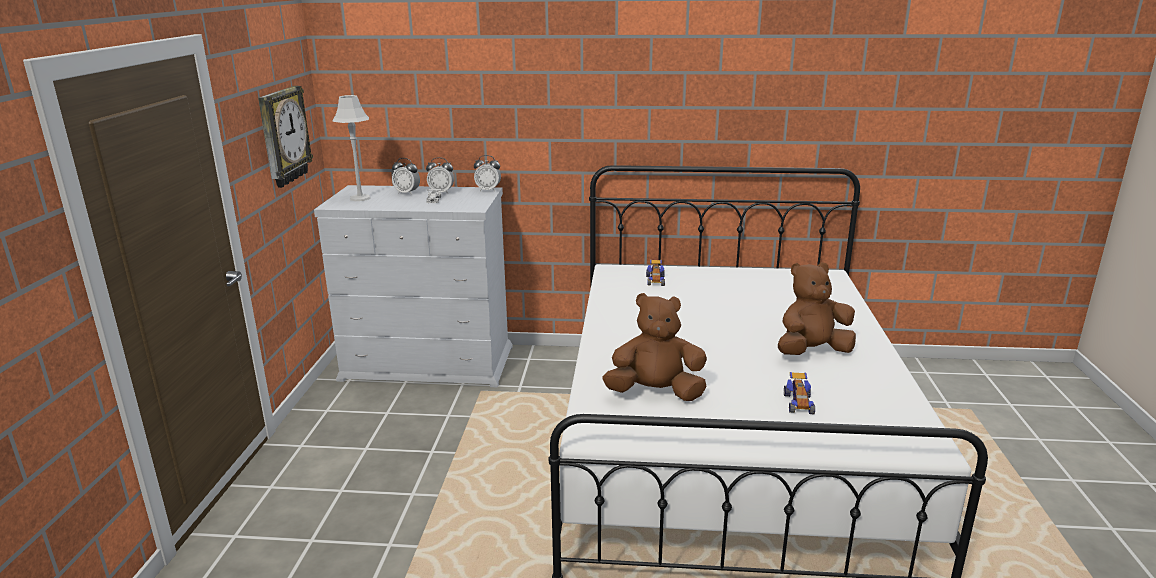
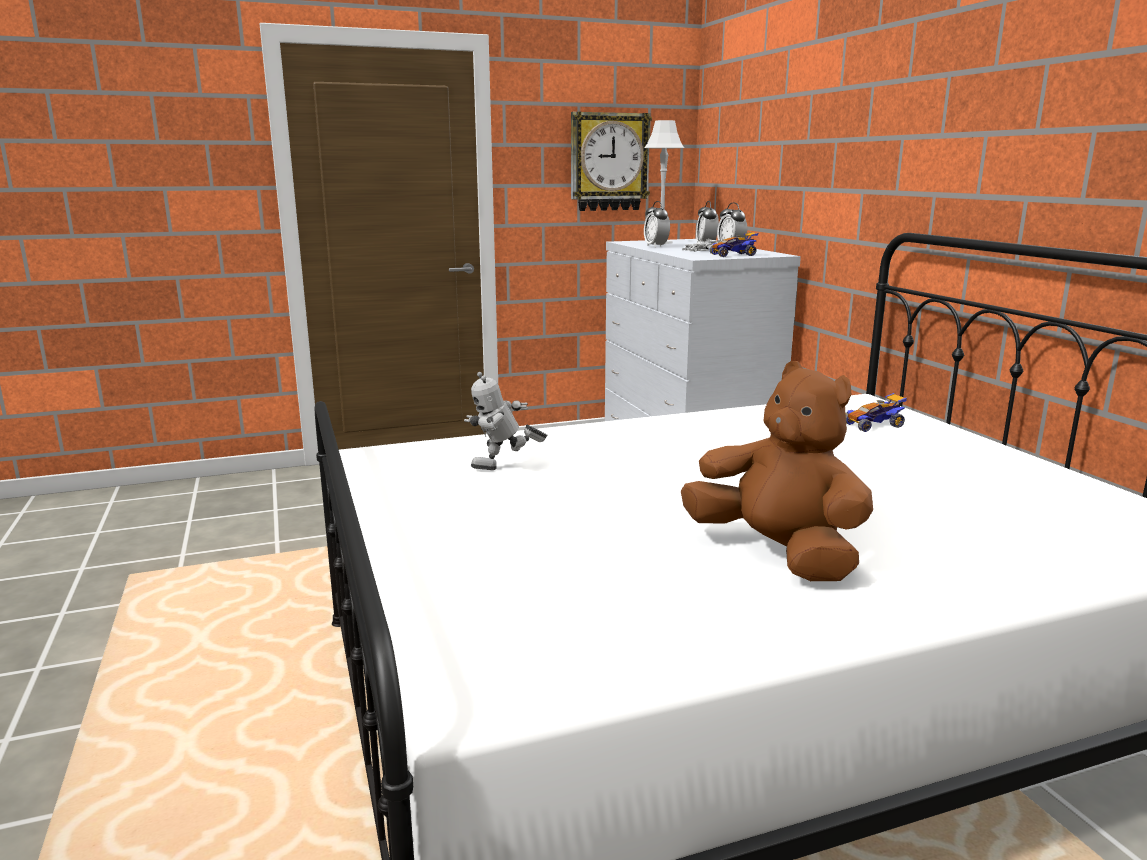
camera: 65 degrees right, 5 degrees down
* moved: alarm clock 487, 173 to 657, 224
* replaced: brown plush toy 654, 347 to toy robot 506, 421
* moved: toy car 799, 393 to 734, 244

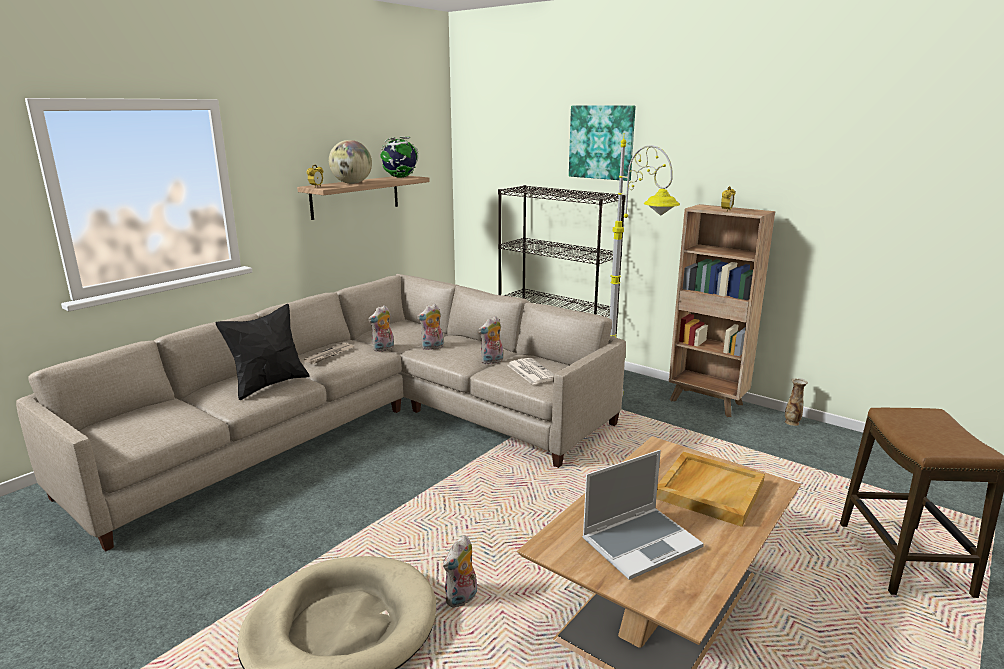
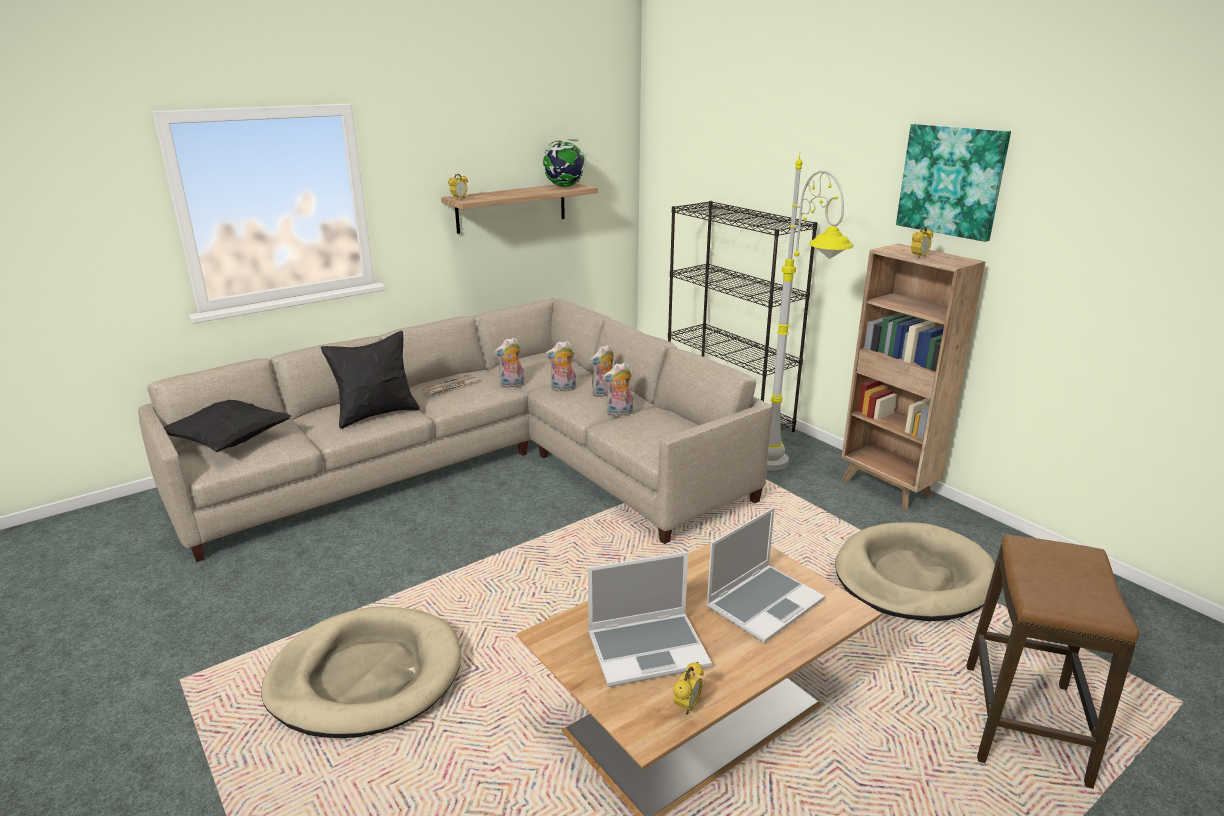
camera: 15 degrees right, 5 degrees up
* moved: picture 602, 143 to 953, 183
* removed: globe 350, 162
* removed: newspaper 530, 371
* removed: vase 796, 402
* replaced: beige tray 710, 489 to laptop 765, 575
* moved: plush toy 460, 571 to 602, 370
* added: black pillow 227, 426
* added: beige dog bed 915, 571
* added: alarm clock 688, 688

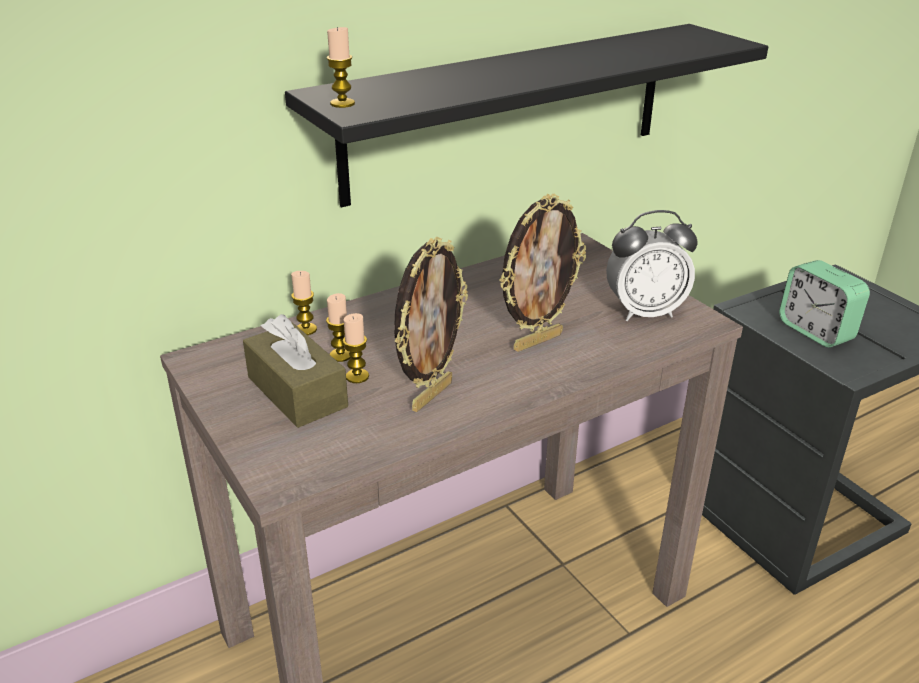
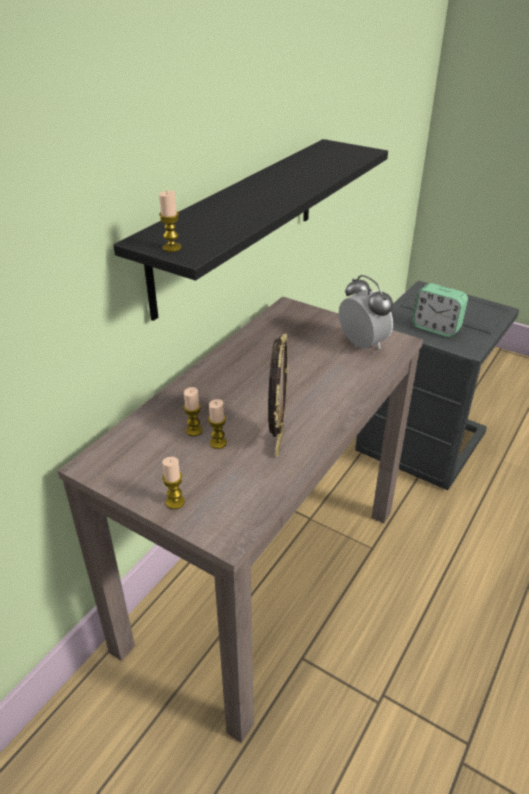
camera: 25 degrees left, 5 degrees up
* removed: picture frame 542, 273
* turned: alarm clock 652, 265 = 366, 312 90 degrees counterclockwise
* moved: candle 304, 303 to 173, 483
* removed: brown tissue box 295, 371

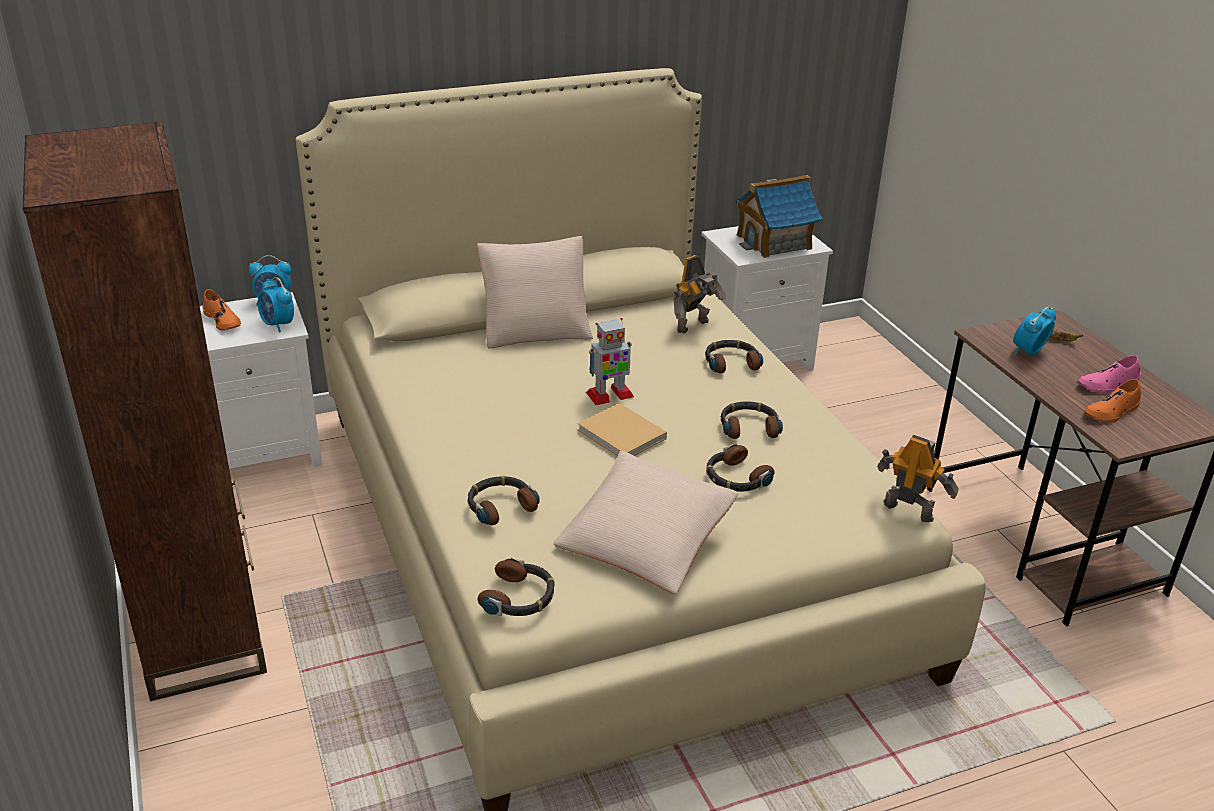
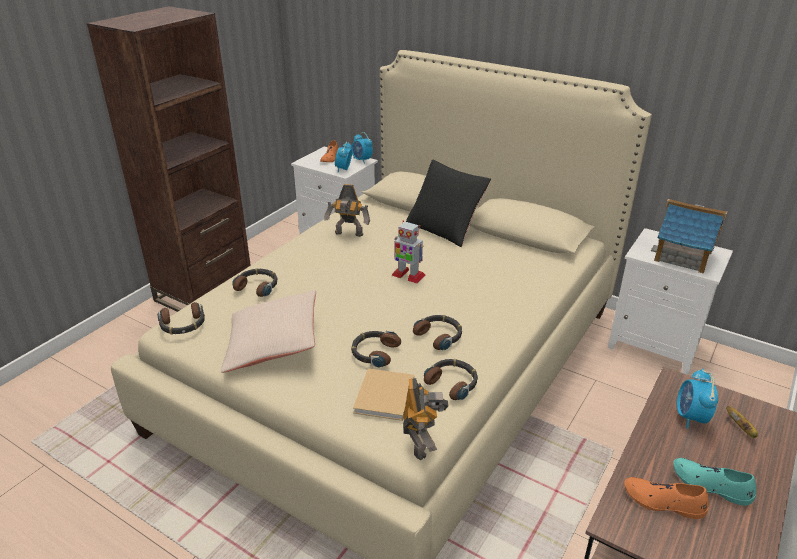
camera: 55 degrees right, 0 degrees up
* recoloured: beige pillow 535, 292 to black pillow 448, 203
* moved: toy robot 700, 294 to 347, 210
* turned: alarm clock 1034, 331 = 697, 399 90 degrees counterclockwise
* moved: headphones 734, 356 to 451, 379
* recoloured: pink shoe 1109, 374 to turquoise shoe 714, 482
* moved: beige book 622, 429 to 383, 394

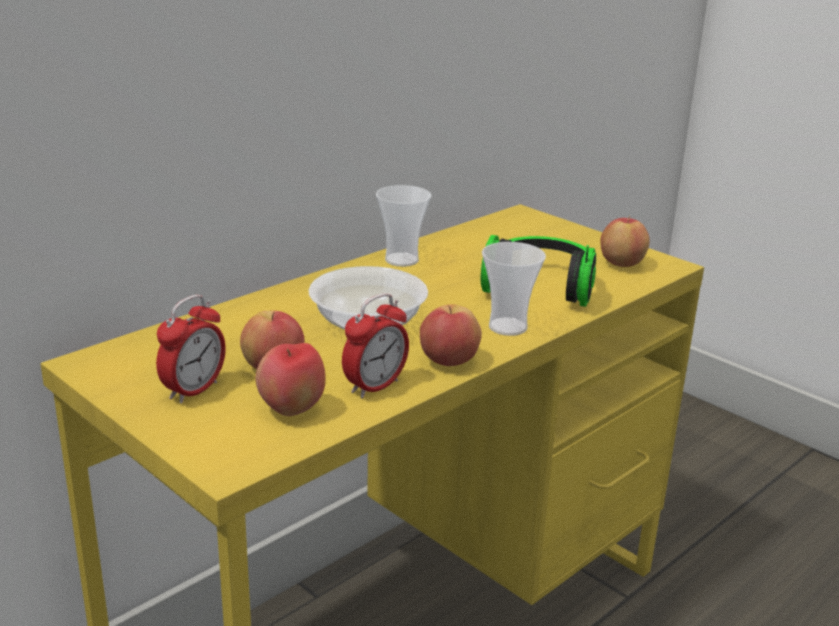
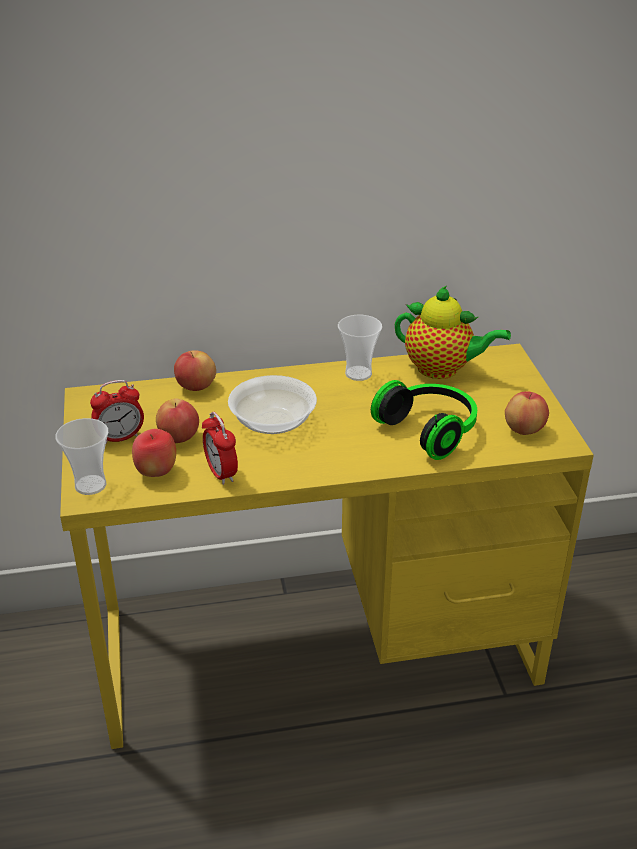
camera: 35 degrees right, 10 degrees up
* moved: cup 514, 289 to 81, 456
* turned: alarm clock 375, 345 = 220, 448 75 degrees clockwise
* moved: apple 451, 335 to 195, 370
* added: teapot 453, 332

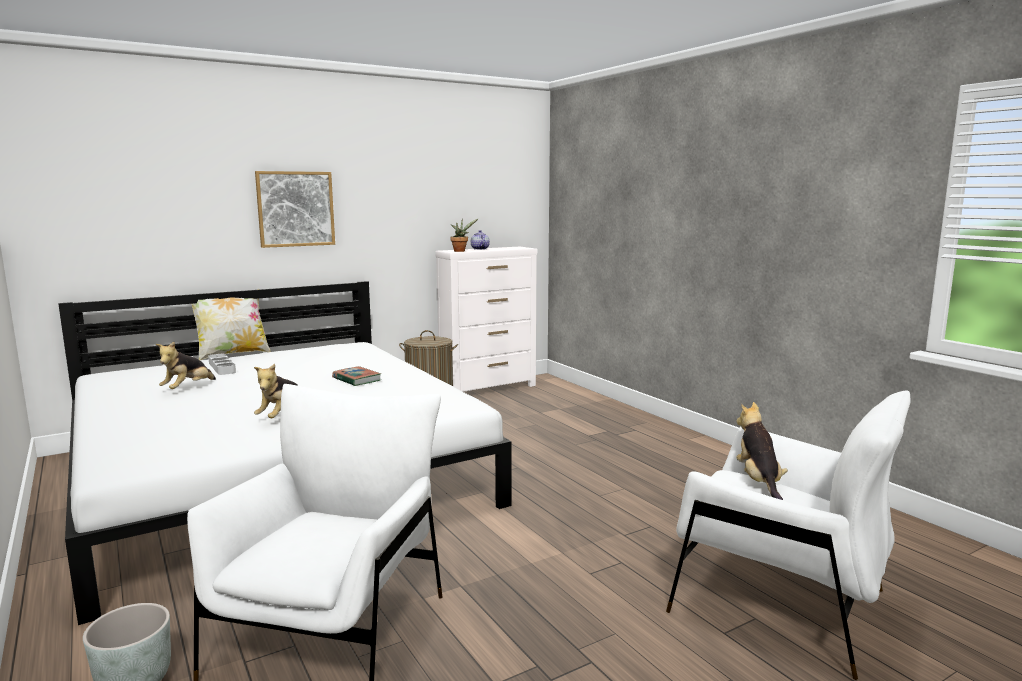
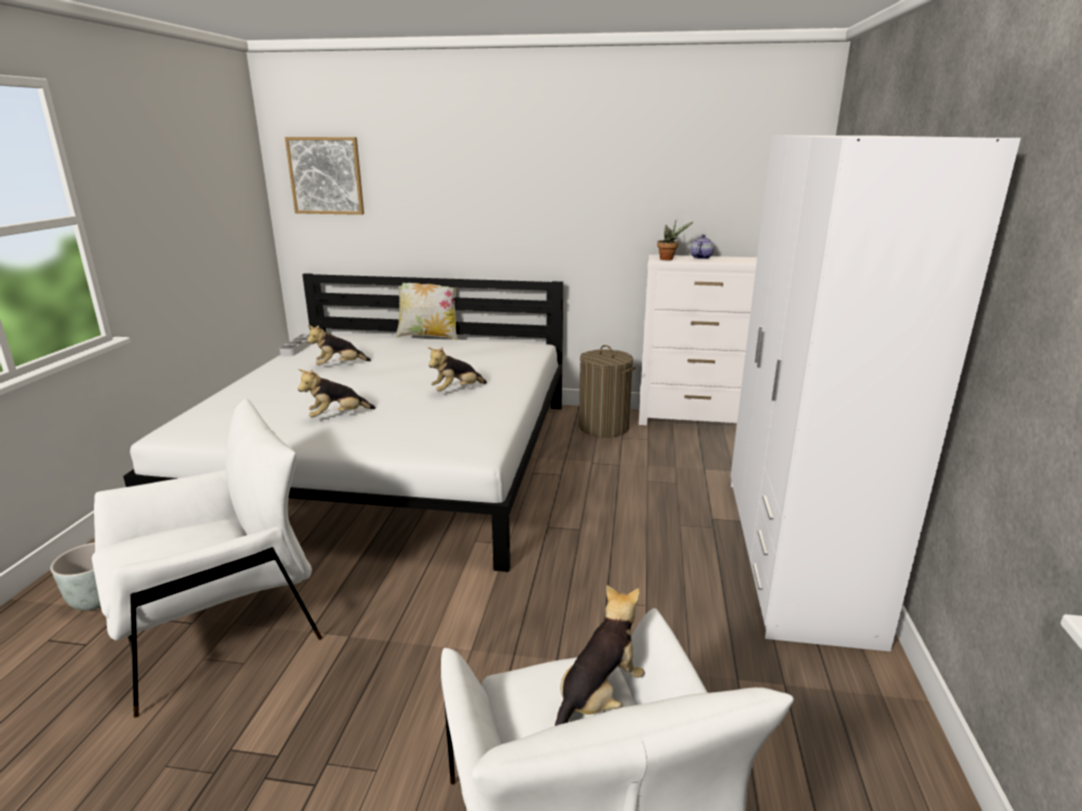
camera: 40 degrees right, 10 degrees up
* moved: picture 295, 209 to 324, 176
* moved: grey tray 222, 364 to 295, 344
* replaced: book 356, 376 to plush toy 457, 369
* added: white wardrobe 876, 393

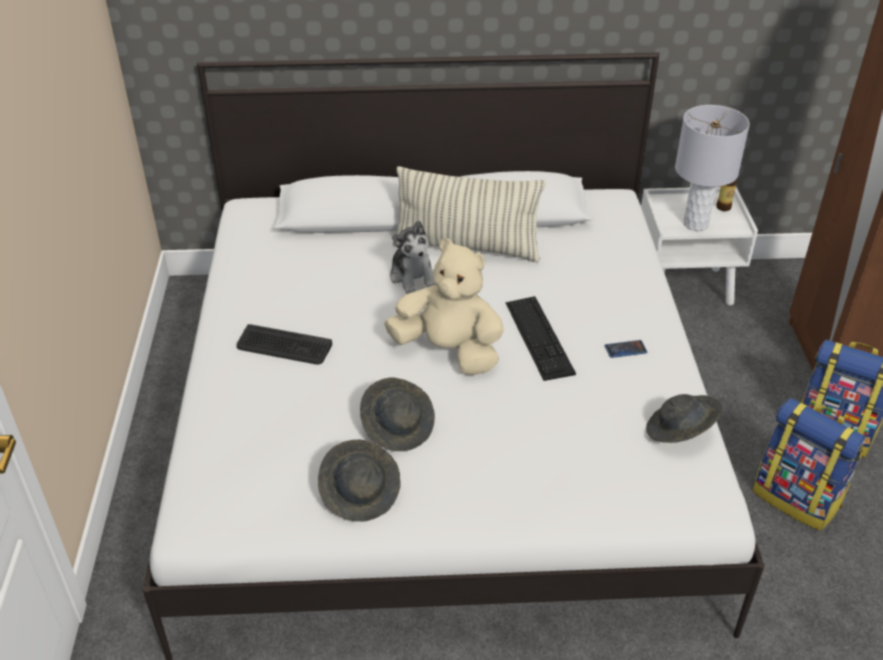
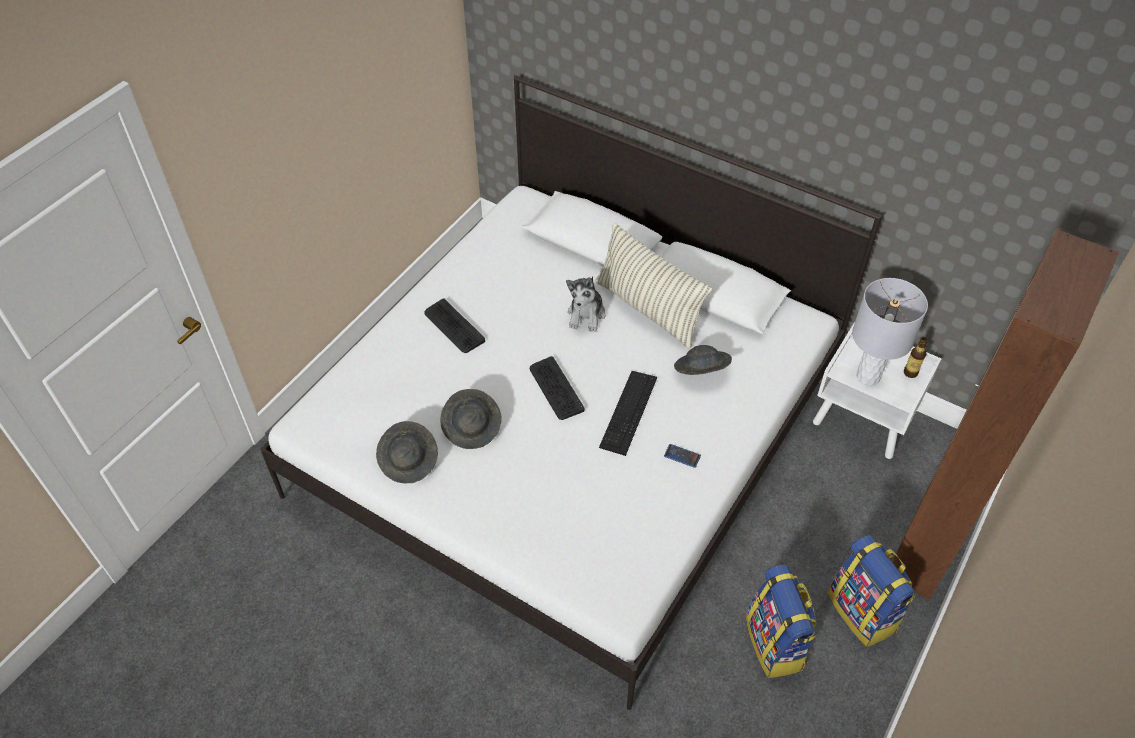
camera: 35 degrees right, 10 degrees up
* replaced: beige plush toy 444, 306 to keyboard 557, 388
* moved: grey hat 684, 418 to 703, 360

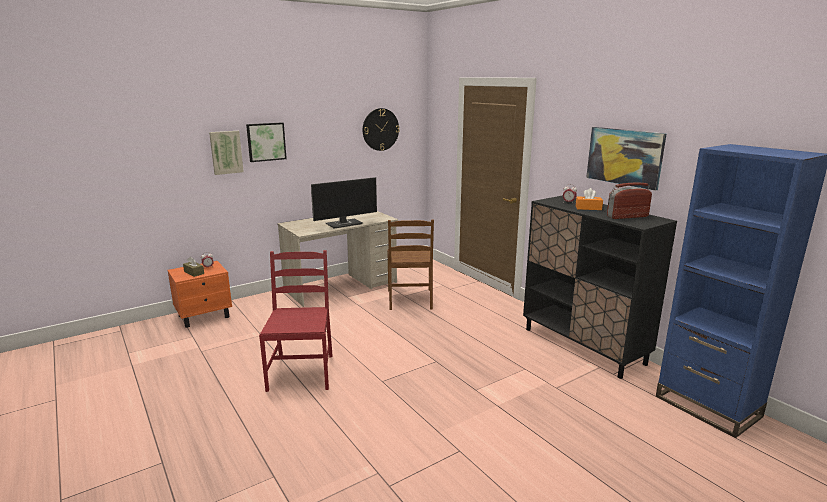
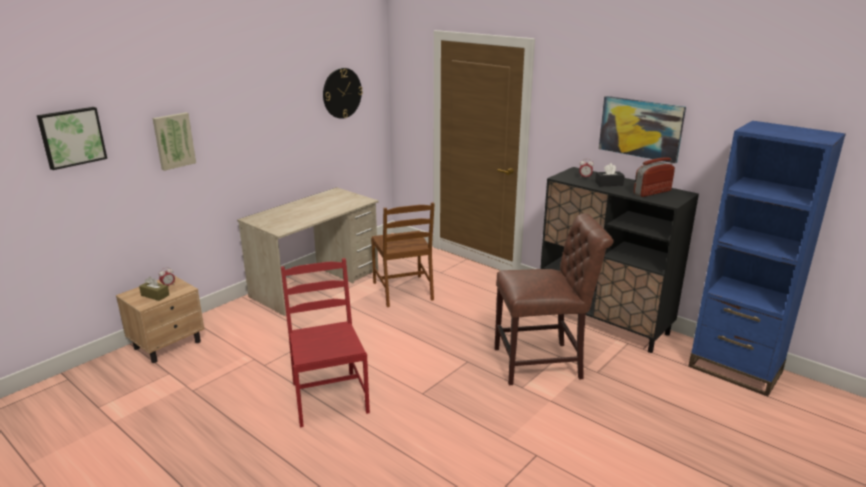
camera: 15 degrees left, 5 degrees up
* moved: picture 266, 142 to 72, 138
* removed: monitor 344, 203
* recoloured: orange tissue box 589, 199 to black tissue box 610, 174
* recoloured: orange nightstand 199, 294 to beige nightstand 160, 319
* added: brown chair 554, 299

